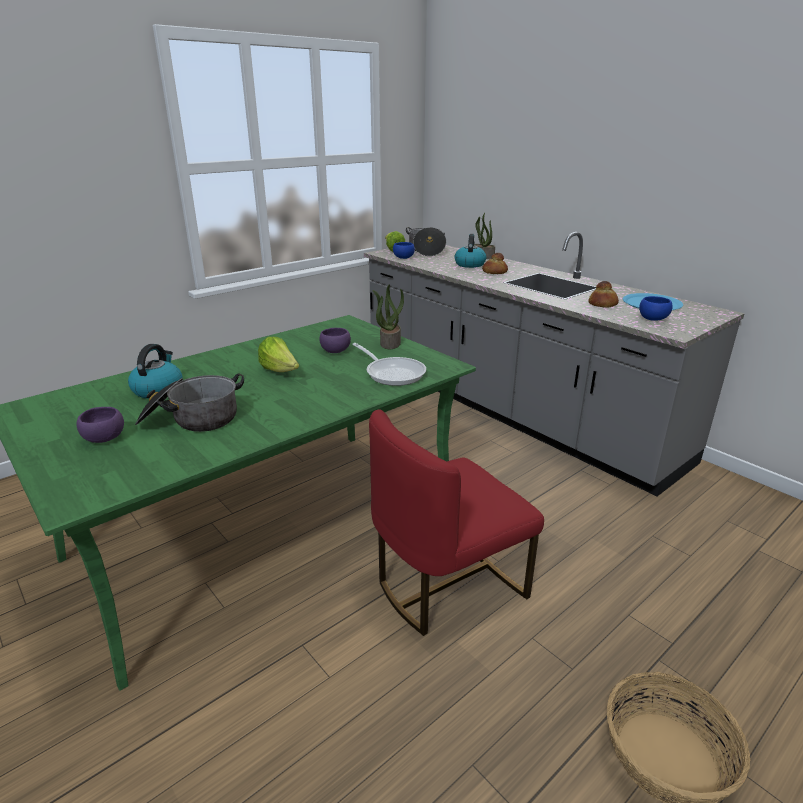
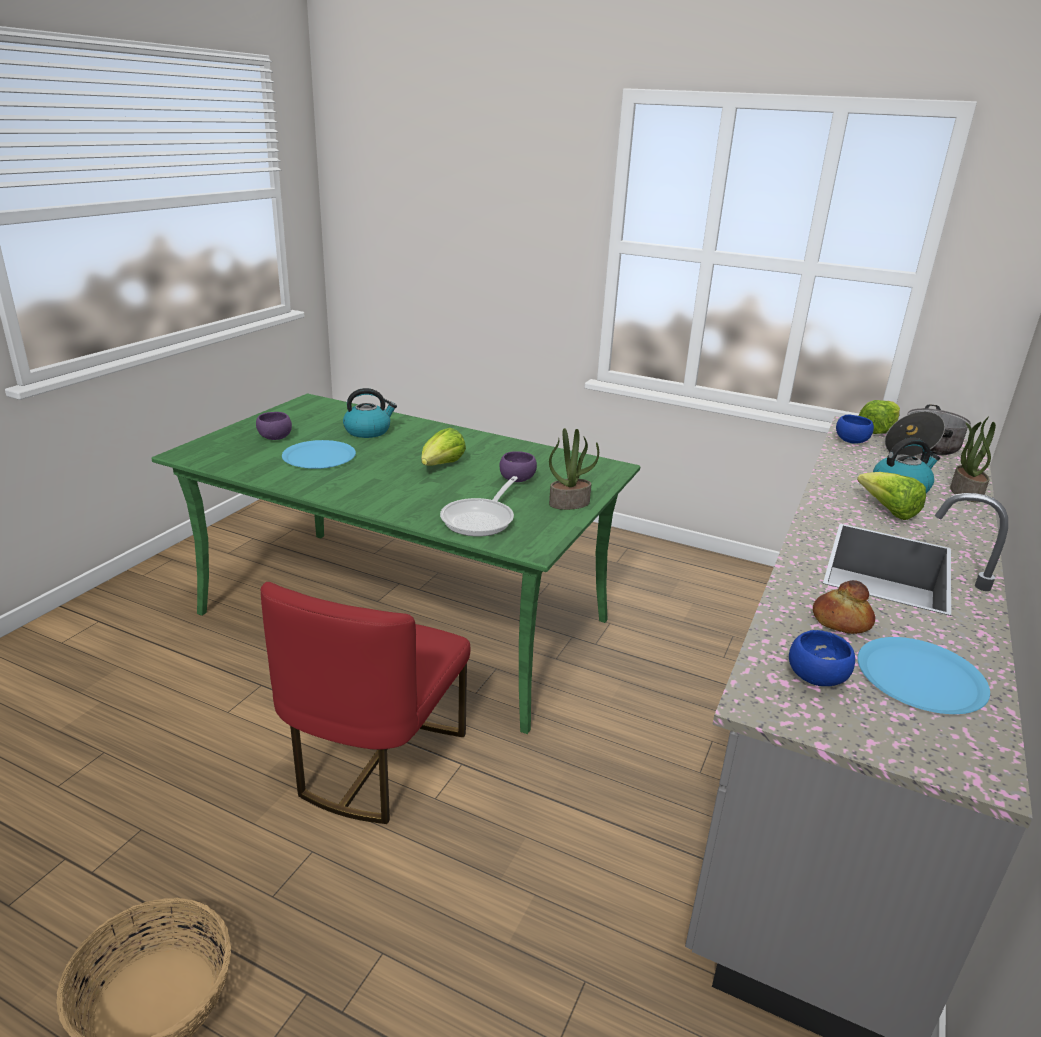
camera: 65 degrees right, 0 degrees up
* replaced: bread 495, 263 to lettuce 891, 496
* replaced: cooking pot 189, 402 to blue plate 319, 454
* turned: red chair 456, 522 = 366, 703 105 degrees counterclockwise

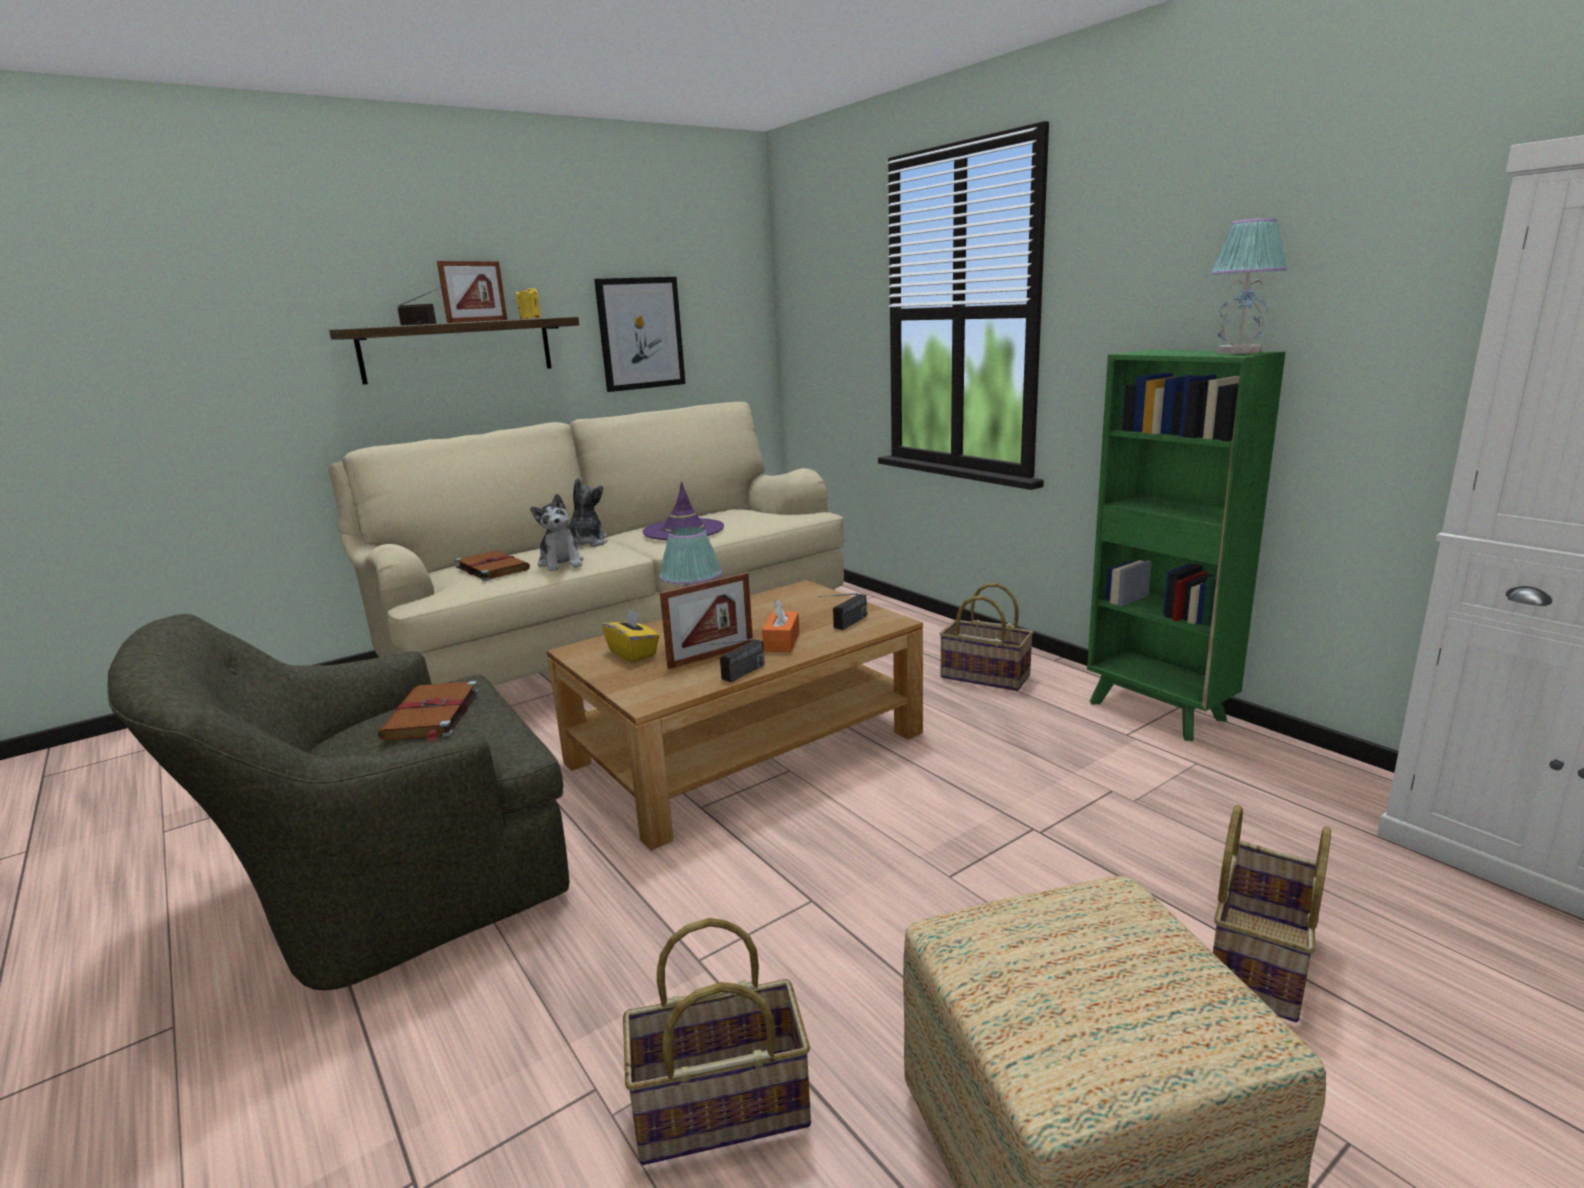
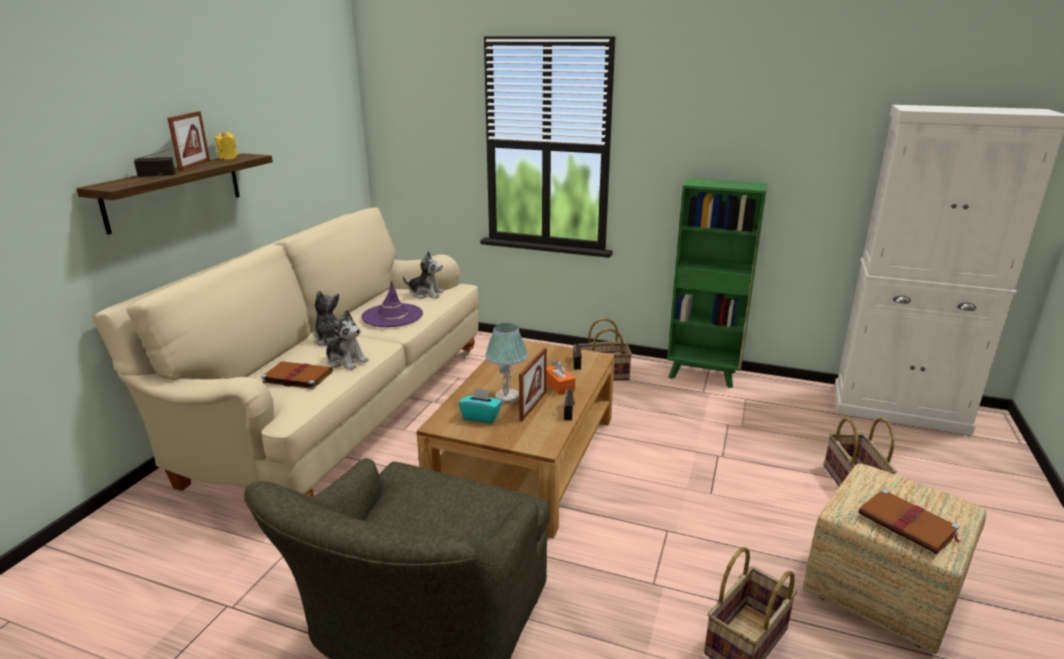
camera: 35 degrees left, 5 degrees up
* removed: table lamp 1249, 286
* removed: picture 640, 334
* recoloured: yellow tissue box 631, 635 to turquoise tissue box 480, 405
* moved: brown book 428, 711 to 909, 521
* added: plush toy 423, 275

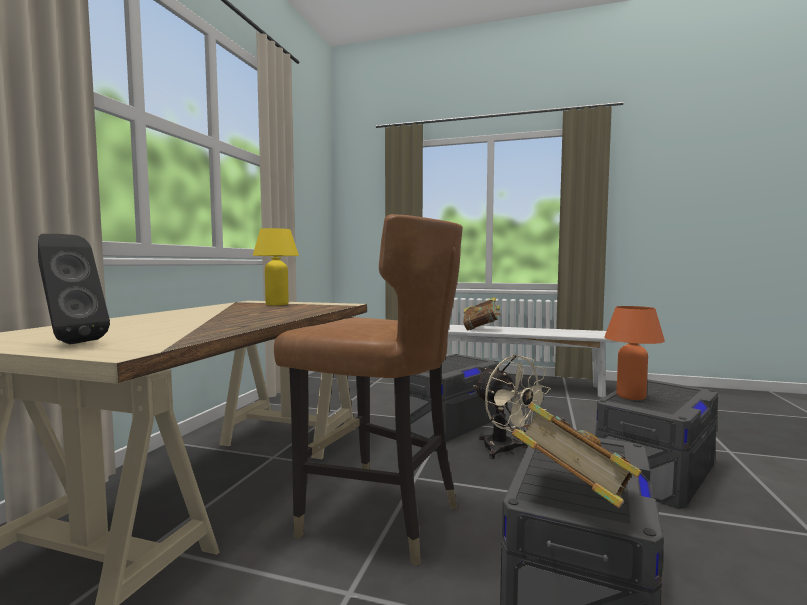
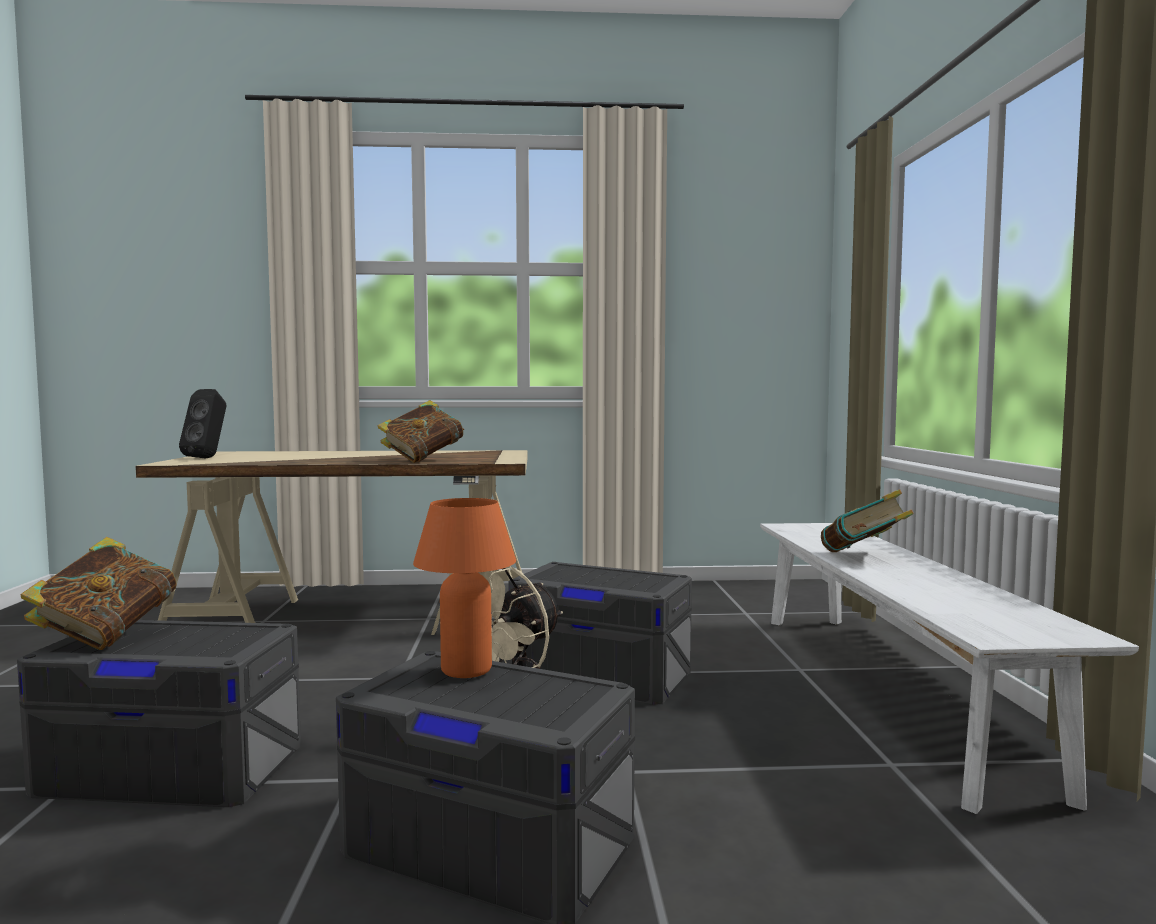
camera: 70 degrees right, 0 degrees up
* removed: brown chair 368, 390
* removed: yellow table lamp 276, 266
* added: book 421, 431

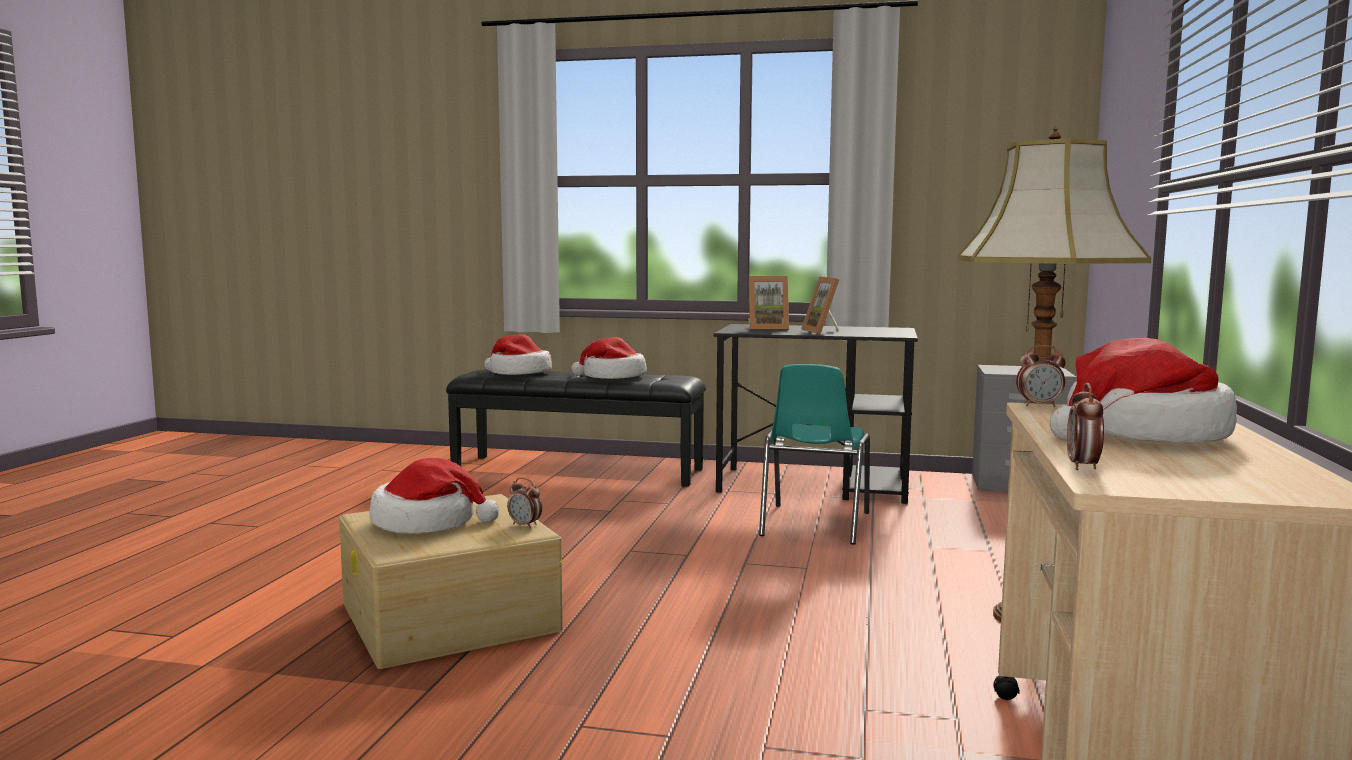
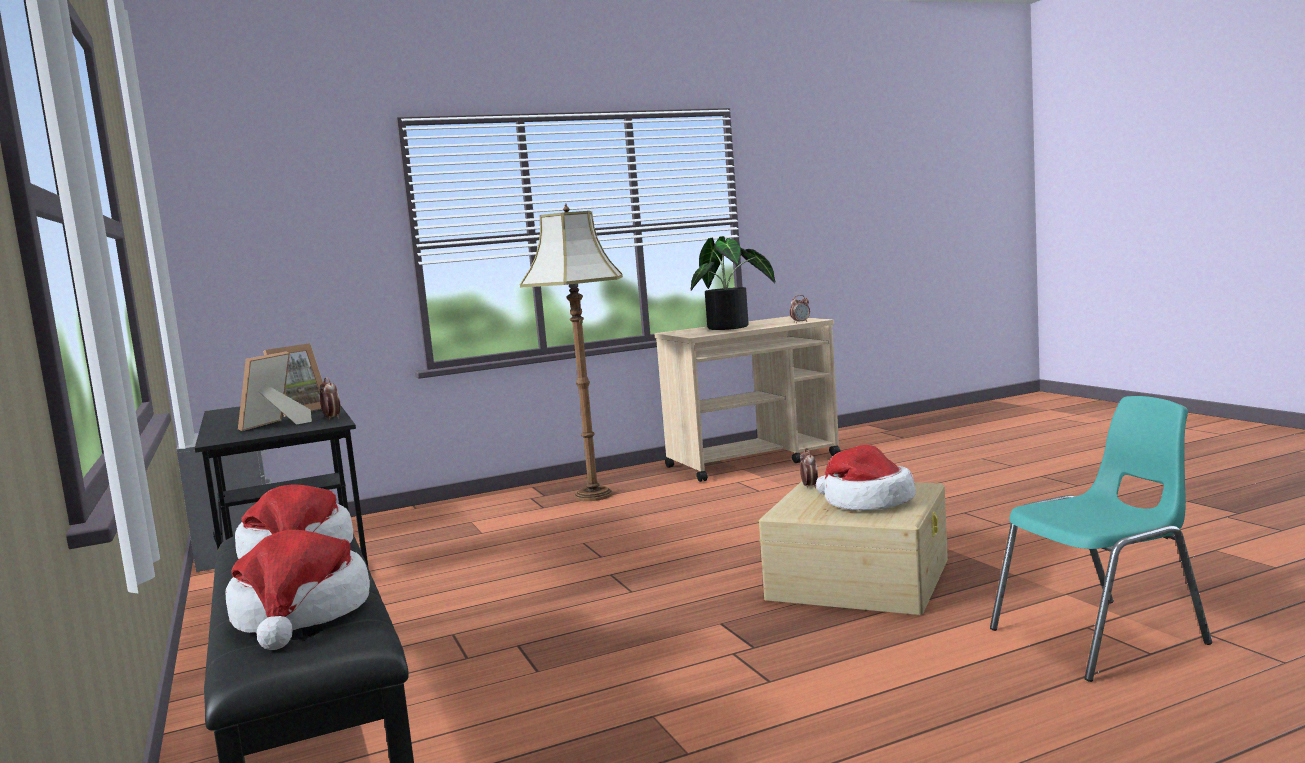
camera: 125 degrees left, 0 degrees up
* turned: picture frame 768, 303 = 275, 391 120 degrees counterclockwise
* replaced: hat 1143, 390 to potted plant 733, 283
* moved: alarm clock 1041, 376 to 330, 398
* moved: turquoise chair 814, 454 to 1101, 539

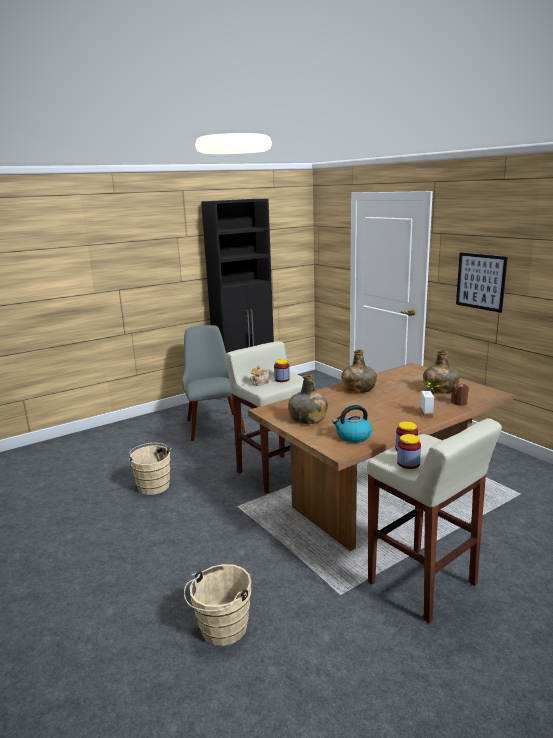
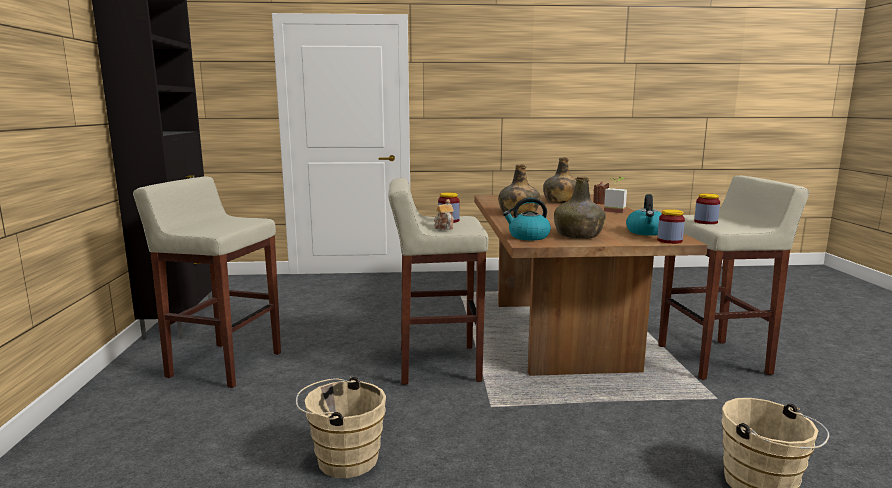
camera: 60 degrees left, 5 degrees down
* removed: picture 482, 282
* replaced: grey chair 214, 383 to beige stool 207, 282
* moved: jar 409, 451 to 671, 226
* added: kettle 527, 218

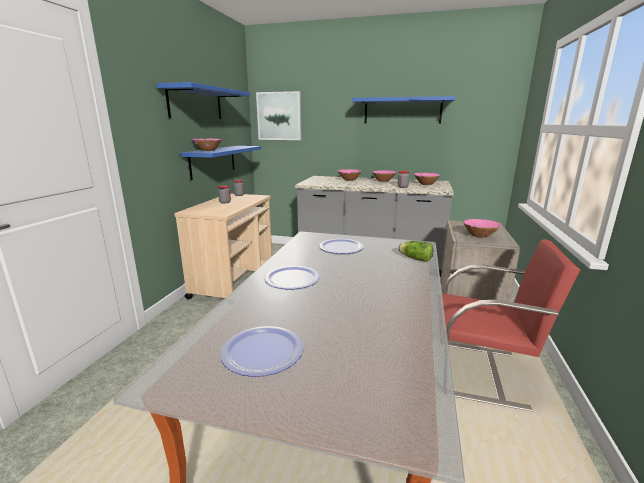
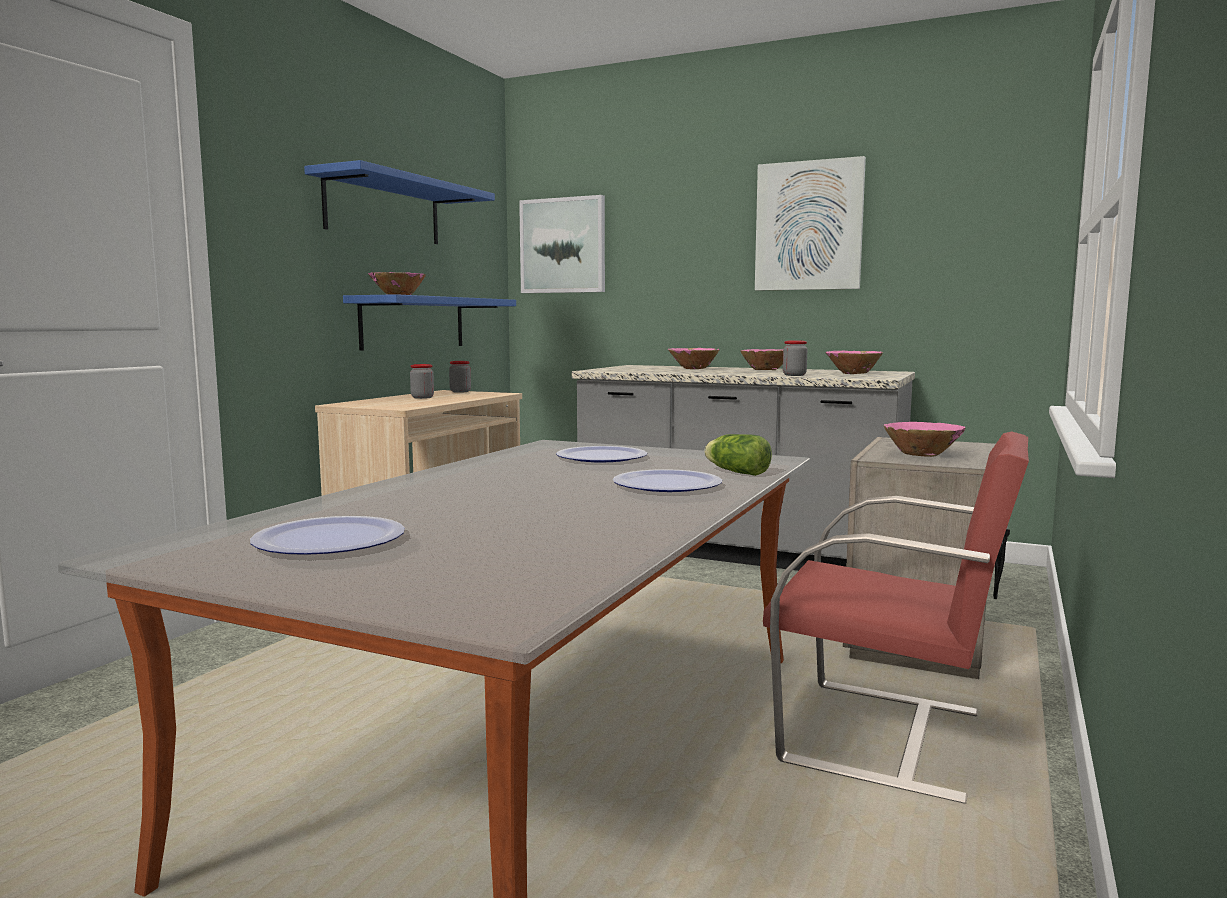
camera: 10 degrees right, 10 degrees down
* replaced: blue shelf 404, 110 to picture 810, 223
* moved: plate 292, 277 to 667, 480

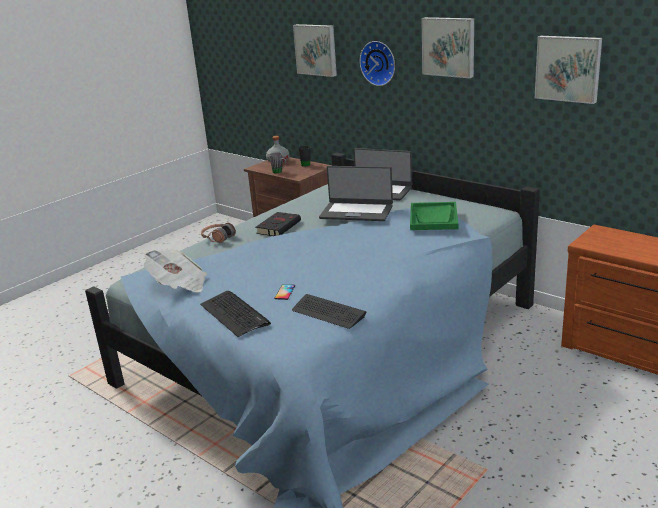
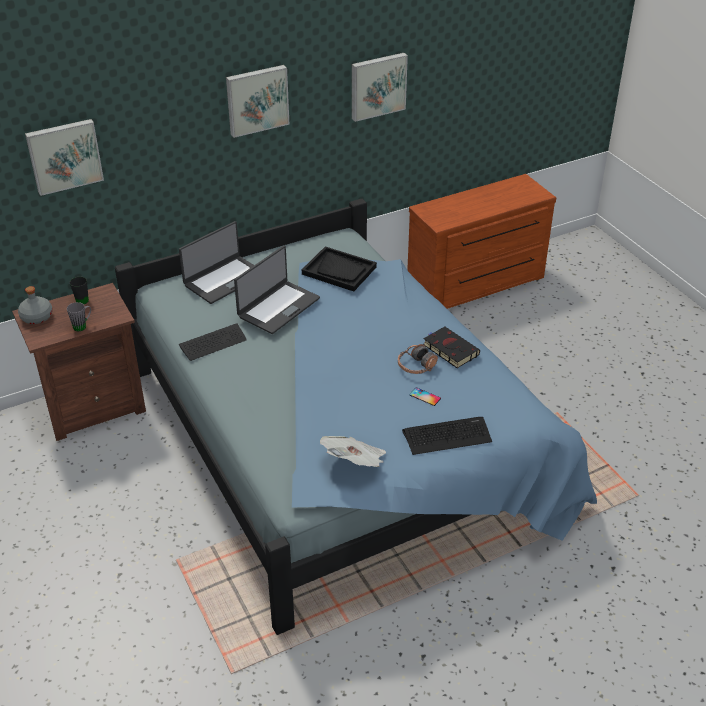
camera: 70 degrees left, 15 degrees up
* removed: wall clock 377, 63
* recoloured: green tray 434, 216 to black tray 339, 268
* moved: black book 278, 224 to 451, 347
* moved: headphones 218, 232 to 418, 359
* moved: keyboard 329, 311 to 213, 342

